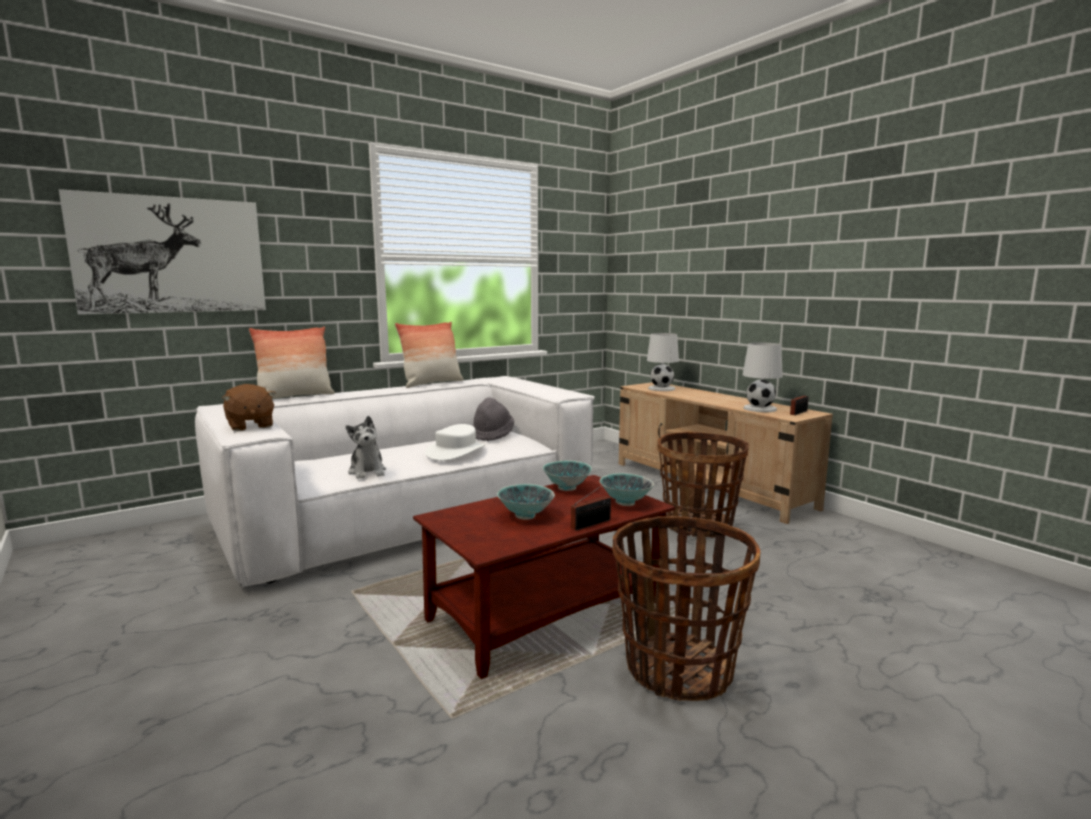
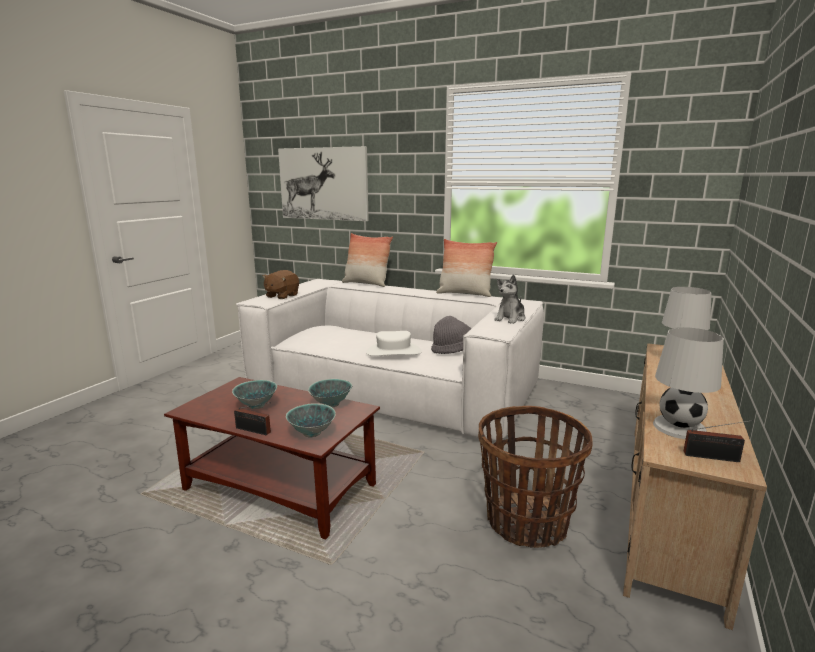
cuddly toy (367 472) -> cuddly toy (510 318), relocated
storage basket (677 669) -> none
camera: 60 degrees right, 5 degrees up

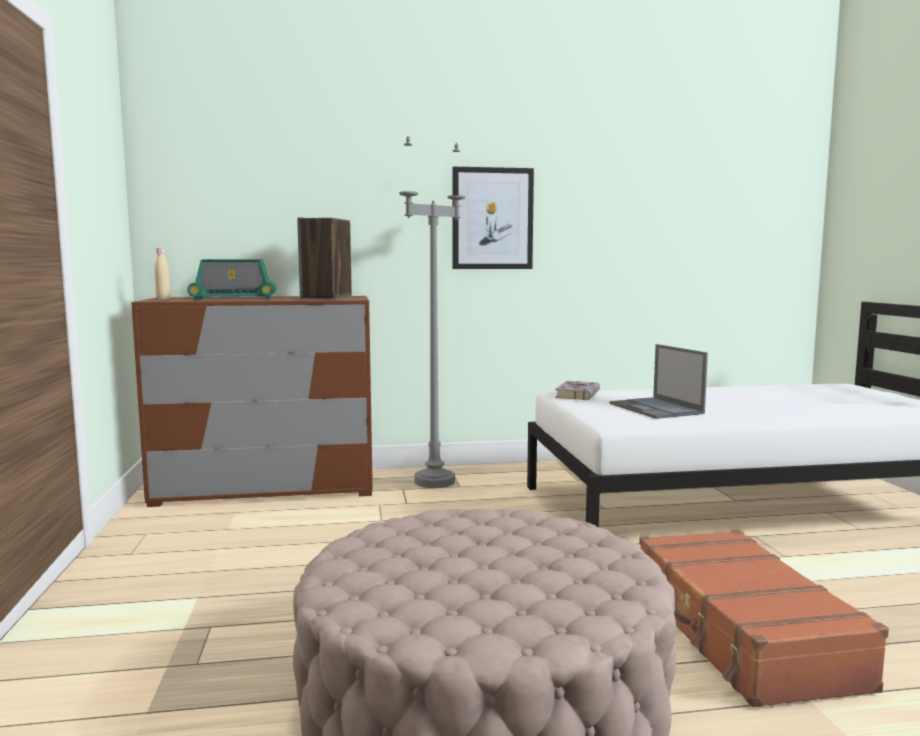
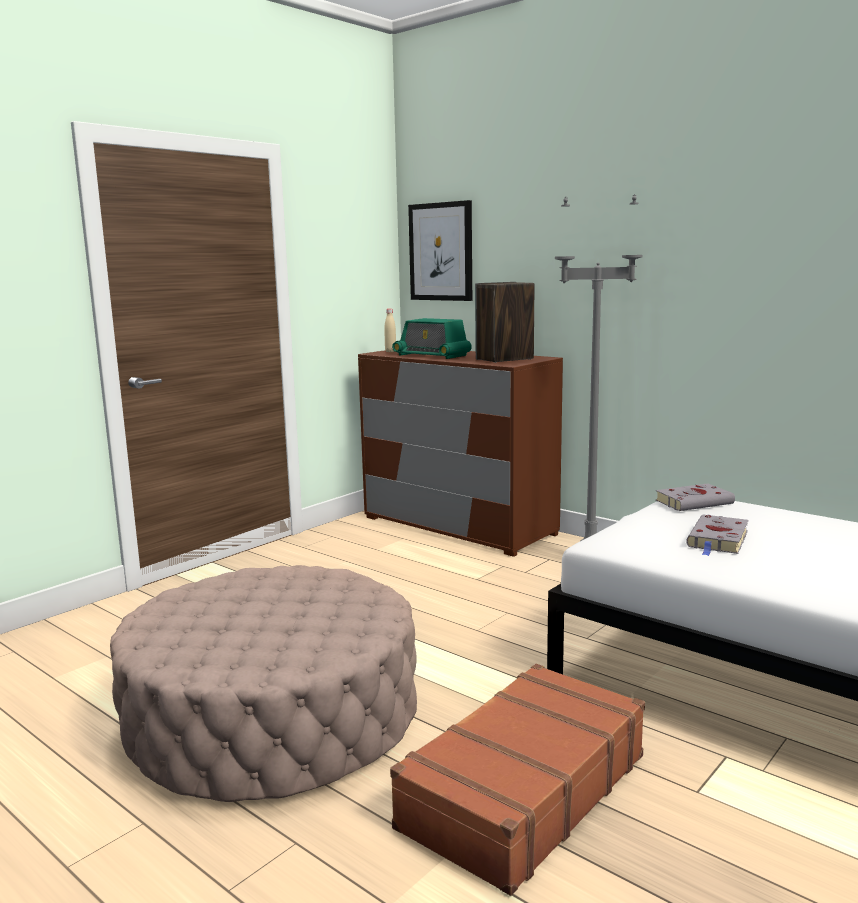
picture (492 219) -> picture (441 252), relocated
laptop (656 409) -> volume in greyish (718 540)
camera: 50 degrees right, 5 degrees up

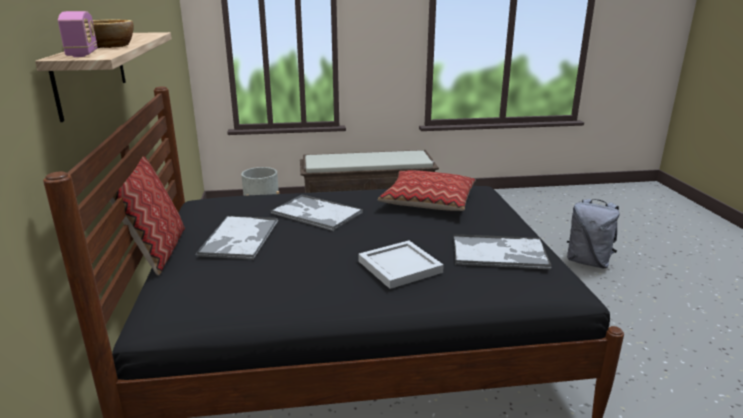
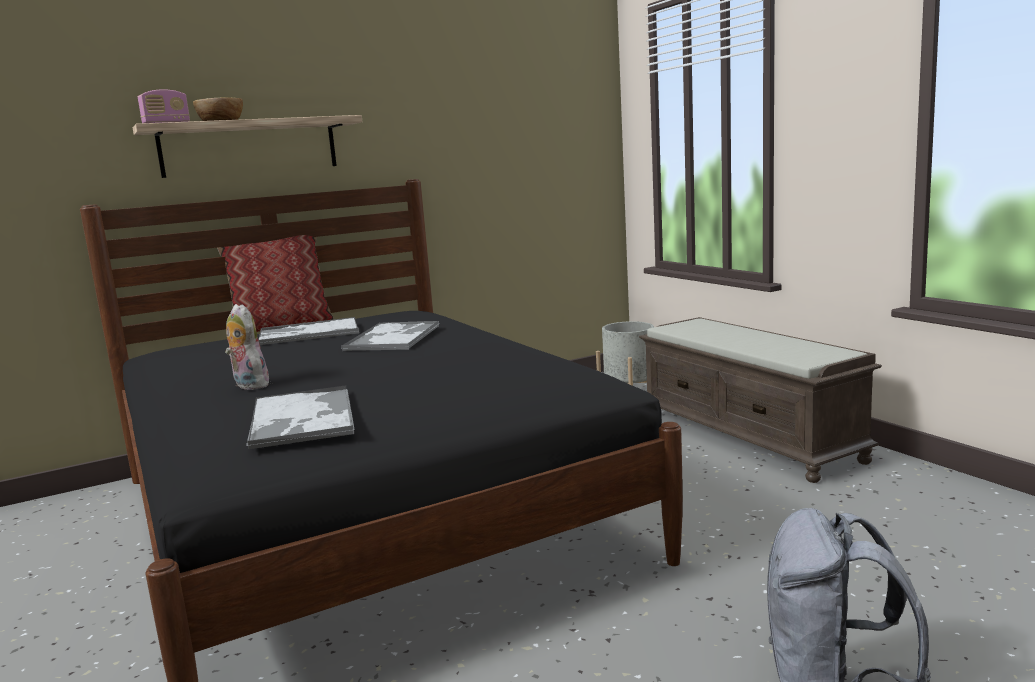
pillow (428 201) -> none
carrying tray in whitish (400 266) -> cuddly toy (248 385)
camera: 70 degrees right, 10 degrees down

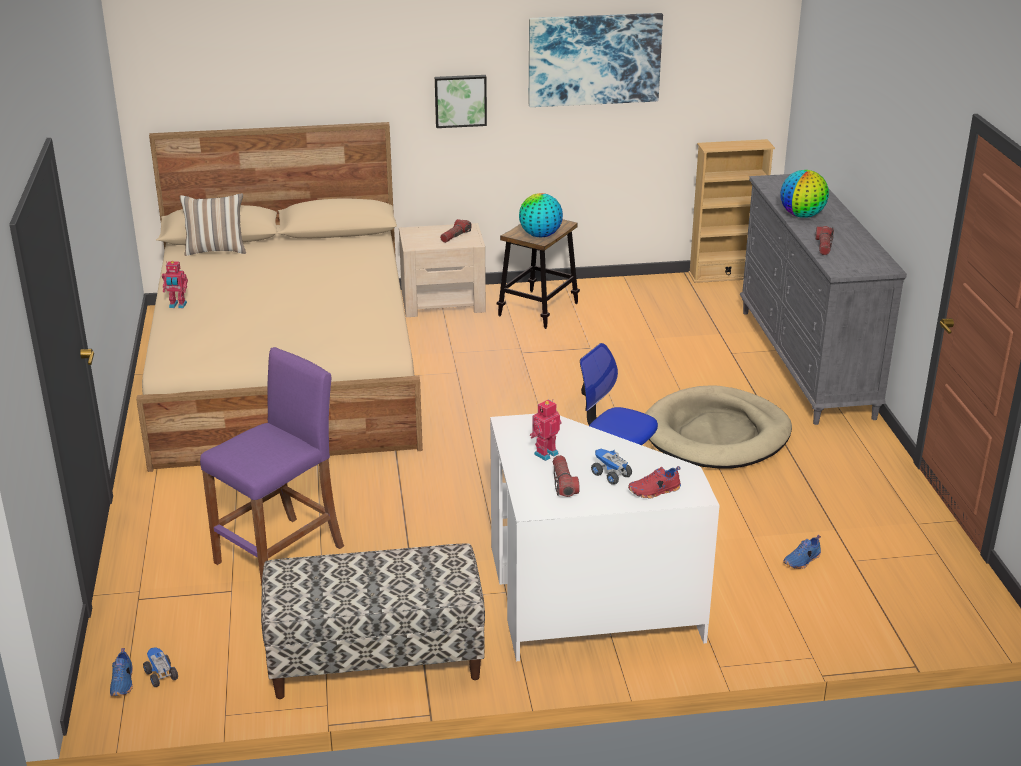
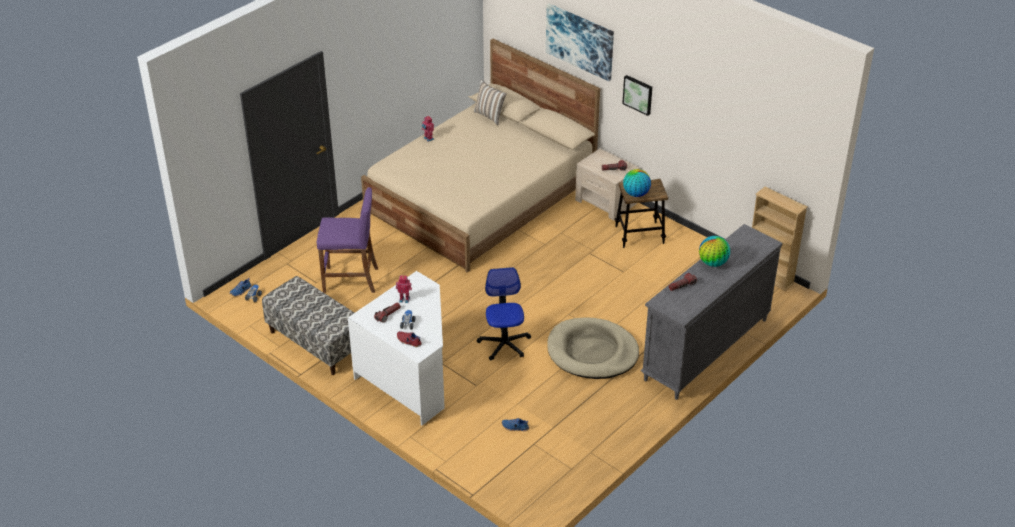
picture (594 59) -> picture (580 41), relocated
camera: 50 degrees right, 10 degrees up

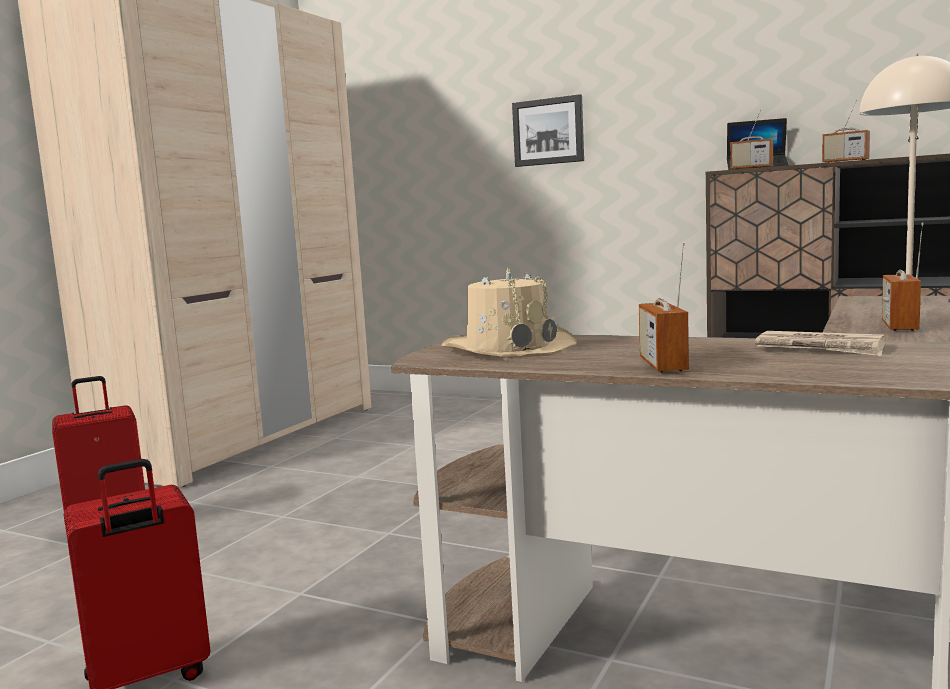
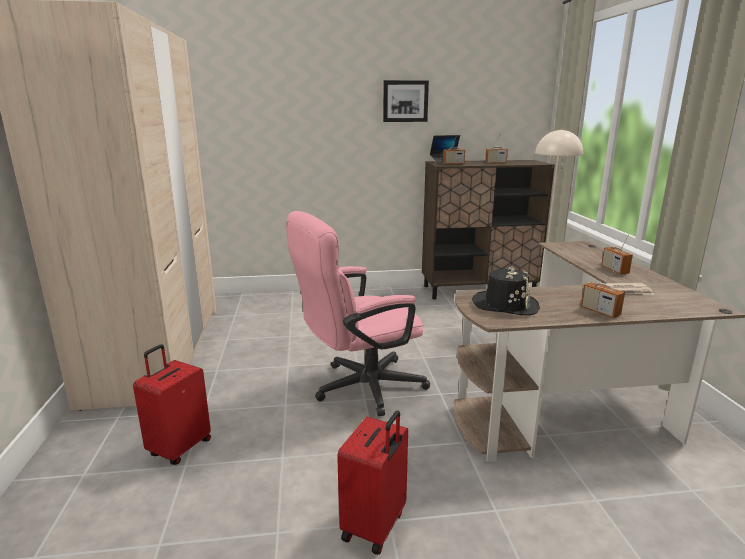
picture (548 131) -> picture (405 101), relocated
hat in beige-coloured (508 348) -> hat in black (505 305)
none -> computer chair in pink-coloured (359 388)
camera: 35 degrees left, 10 degrees up

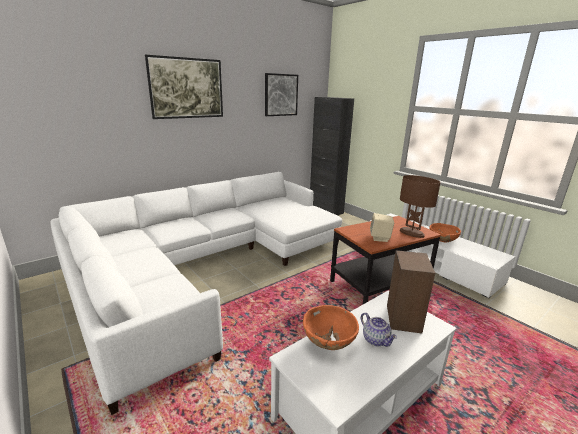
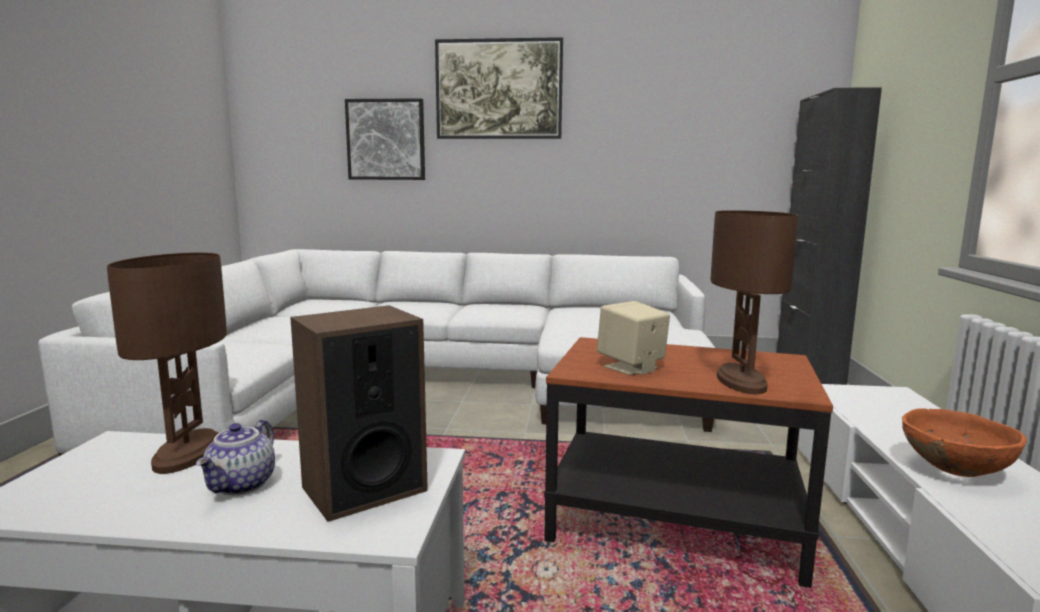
picture (281 95) -> picture (386 140), relocated
bowl in orange (328 343) -> lamp for a table in brown-coloured (187 453)
camera: 45 degrees right, 10 degrees down

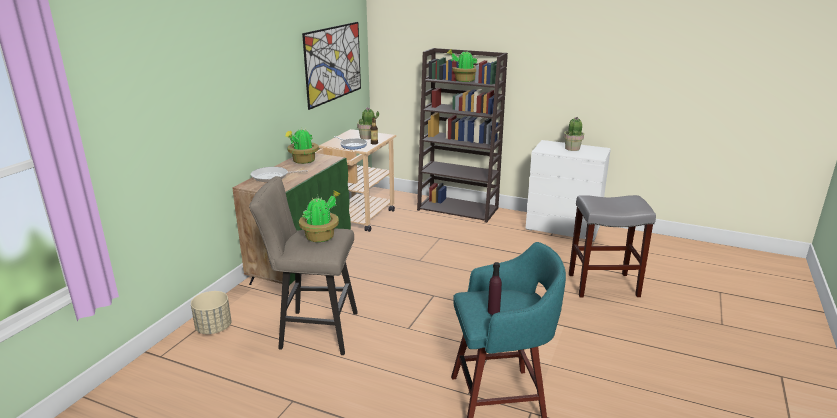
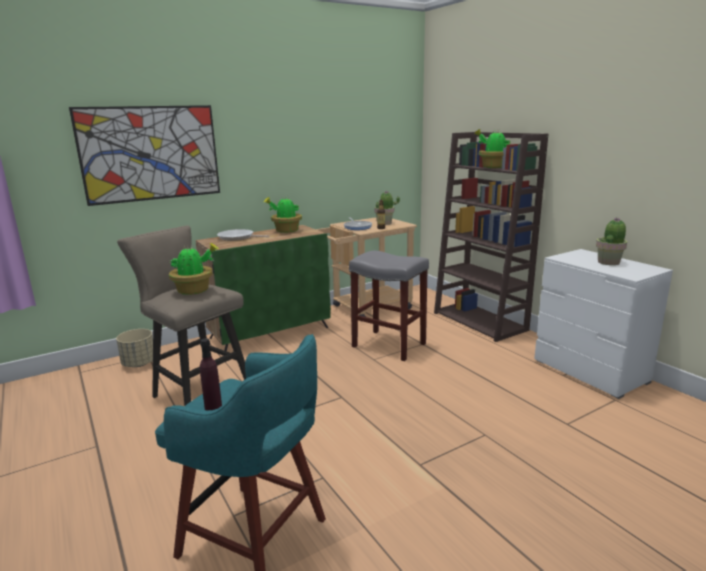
picture (333 63) -> picture (151 153), relocated
stool in greyish (604 285) -> stool in greyish (390 345), relocated
camera: 35 degrees right, 5 degrees down

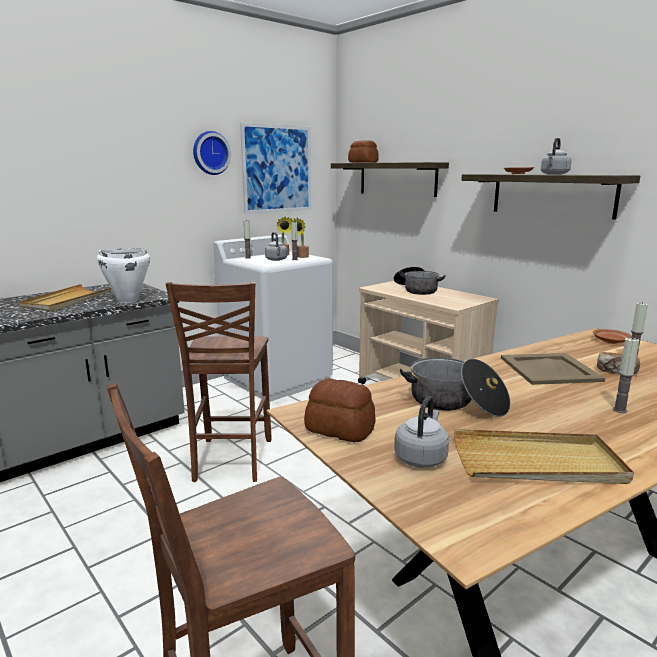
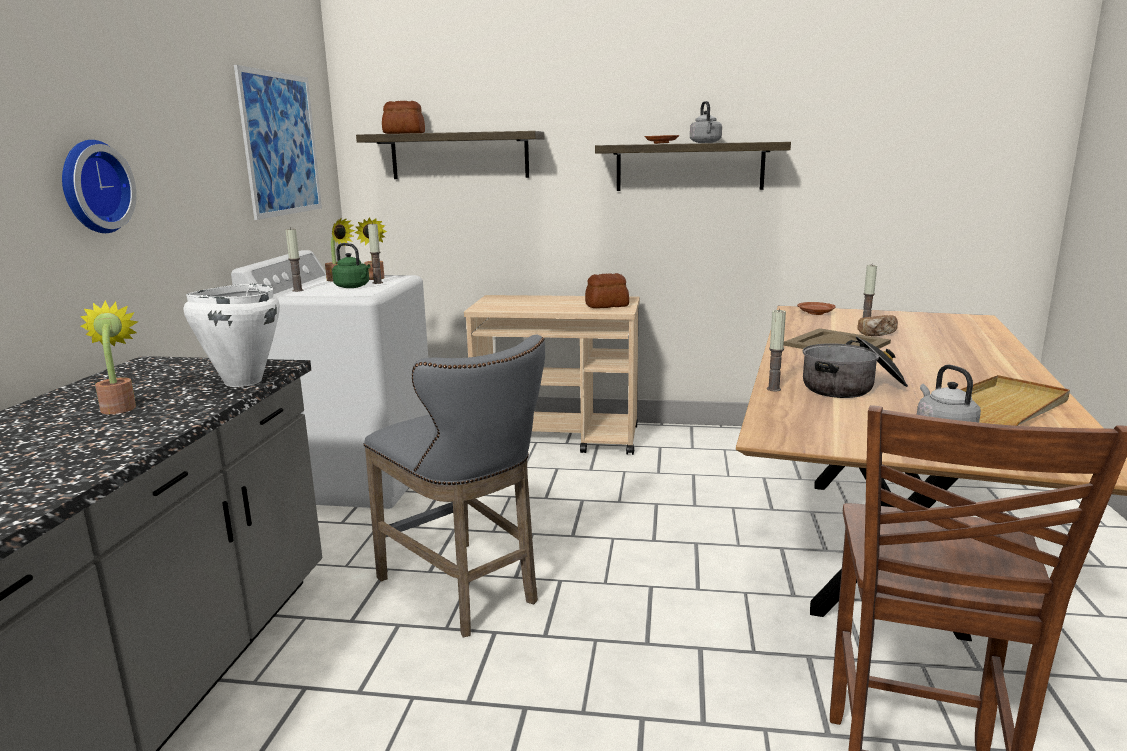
wall clock (210 153) -> wall clock (92 187), relocated
kettle in greyish (276 260) -> kettle in greenish (353 287)
saucepot (416 290) -> none
plain chair in brown-coloured (230 460) -> stool in greyish (464 592)
carrying tray in beige-coloured (67 300) -> plant in a pot (120 406)
candle (619 410) -> candle (773 389), relocated
bakery bread (340 429) -> bakery bread (606 305), relocated
camera: 40 degrees left, 0 degrees up

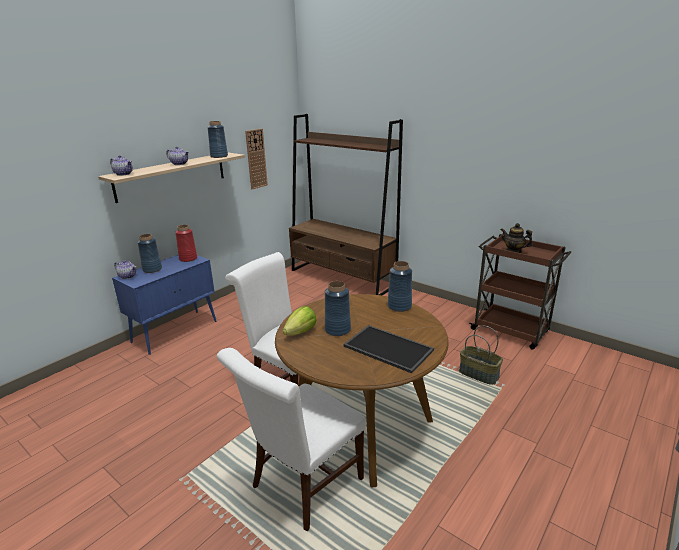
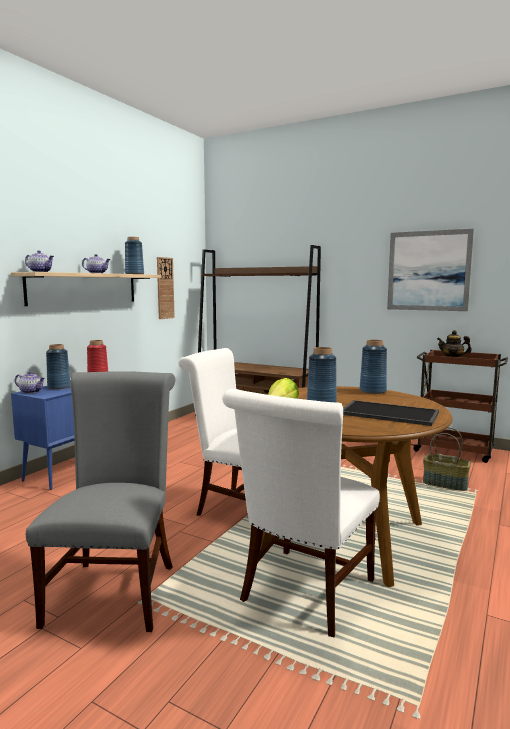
none -> picture (428 271)
none -> plain chair in greyish (115 588)
camera: 10 degrees left, 15 degrees down

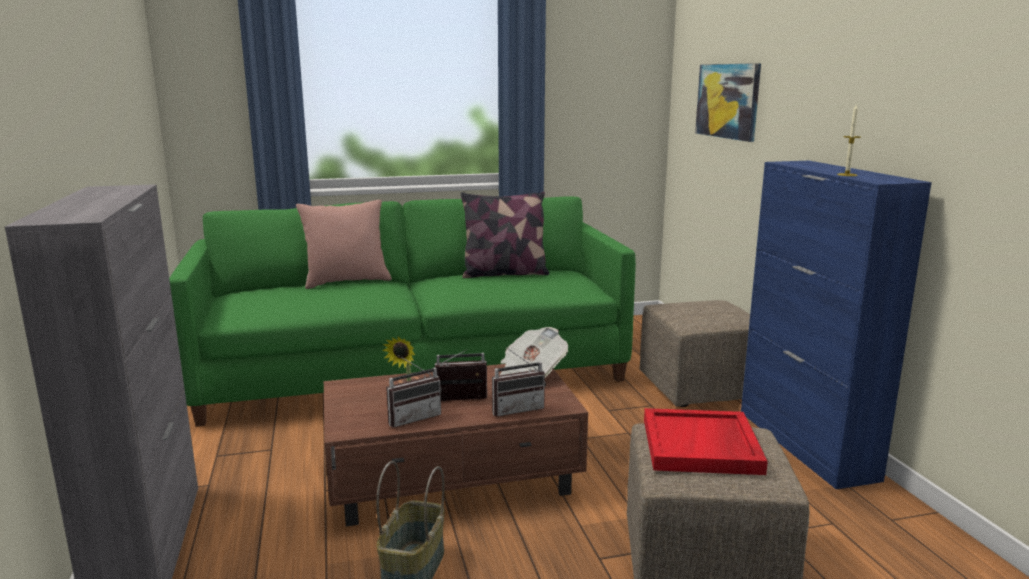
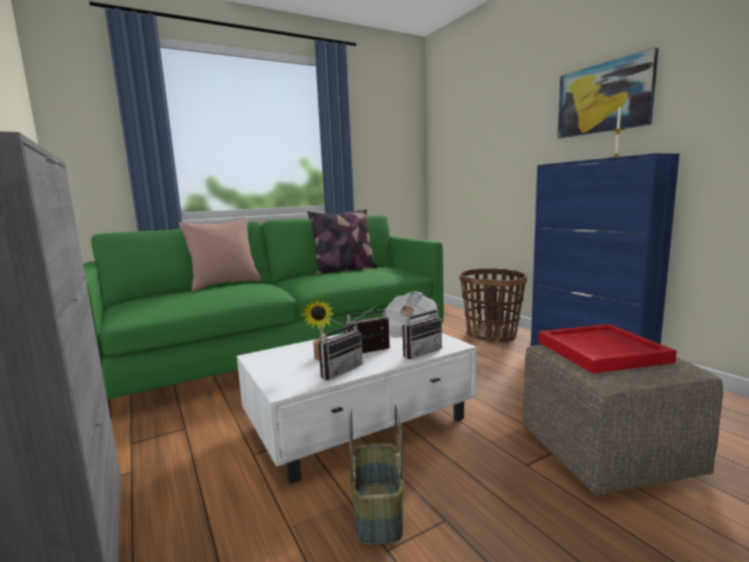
picture (728 101) -> picture (604 98), relocated
ottoman in beige-coloured (699 388) -> storage basket (491 335)
lounge table in brown-coloured (454 476) -> lounge table in whitish (361 421)
camera: 15 degrees left, 5 degrees down

